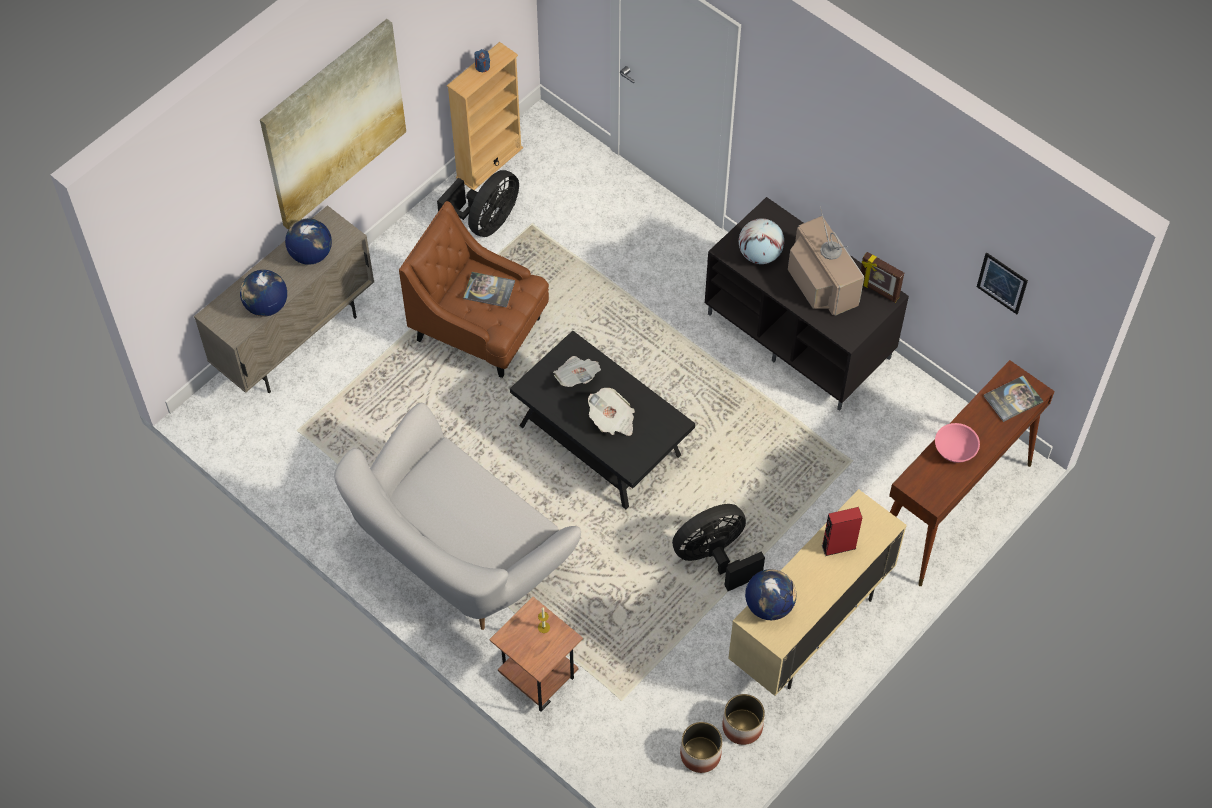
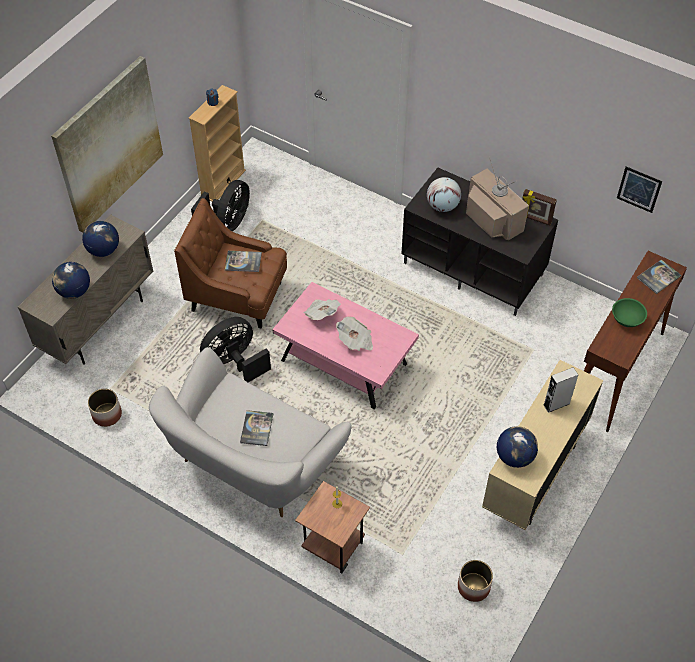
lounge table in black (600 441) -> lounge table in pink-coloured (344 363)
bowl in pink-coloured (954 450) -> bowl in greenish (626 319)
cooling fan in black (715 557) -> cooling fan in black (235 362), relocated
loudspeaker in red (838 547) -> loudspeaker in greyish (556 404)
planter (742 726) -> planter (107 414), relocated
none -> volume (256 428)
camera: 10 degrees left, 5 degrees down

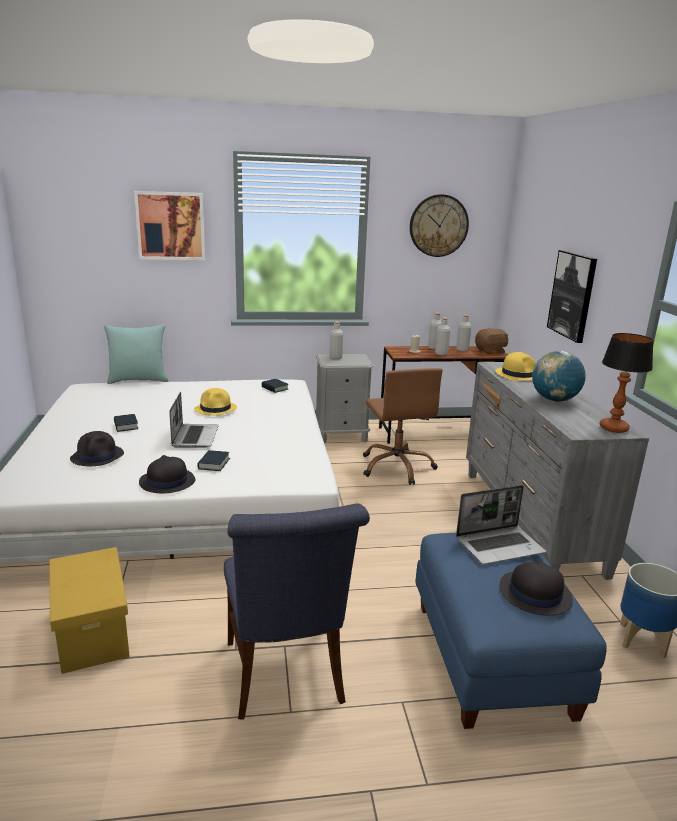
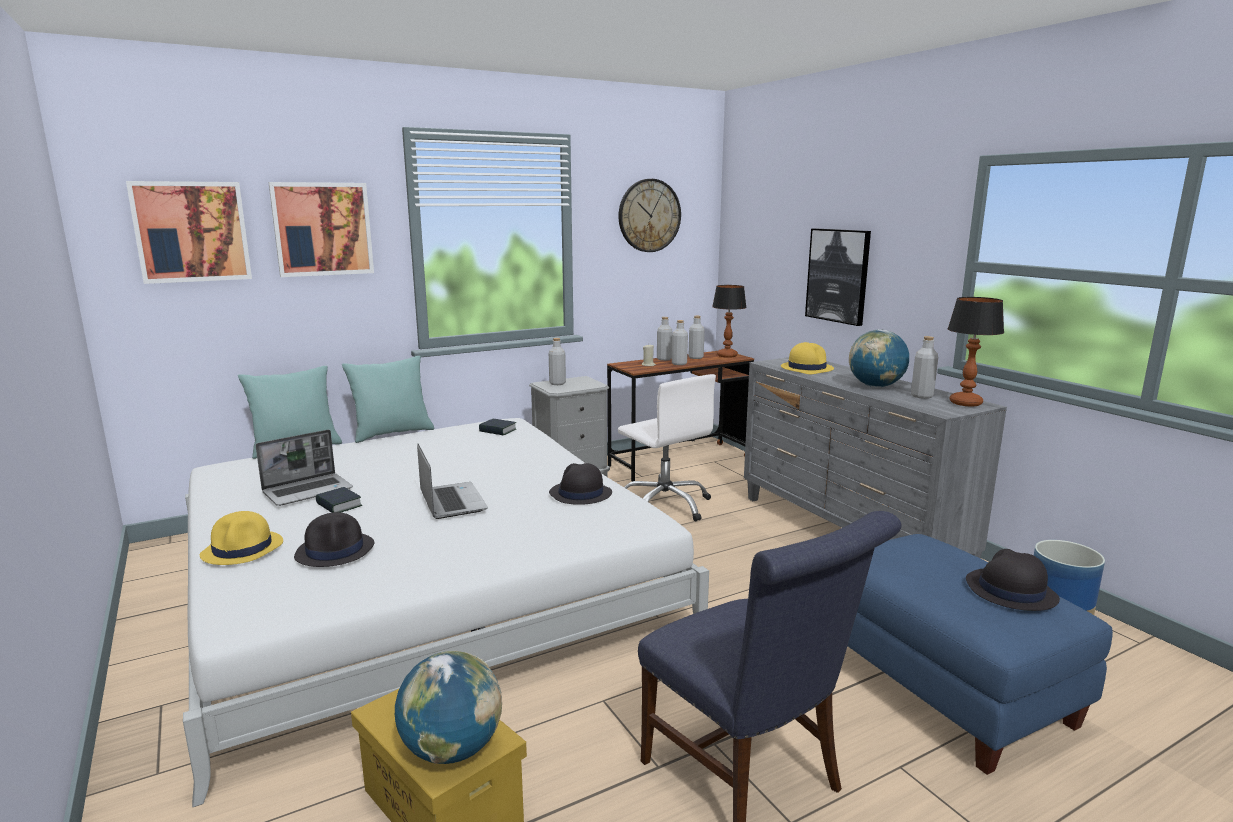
cuddly toy in brown-coloured (490 351) -> lamp for a table (726 355)
computer chair in brown-coloured (397 467) -> computer chair in whitish (665 505)
hat in yellowish (216 409) -> hat in yellowish (243 549), relocated
volume (213 464) -> none
hat in black (167 482) -> hat in black (580 494), relocated
laptop (500 546) -> laptop (308 491), relocated
none -> picture (192 232)
none -> beverage bottle in greyish (922 396)
none -> pillow in turquoise-coloured (392 433)
none -> globe (452 750)
camera: 20 degrees left, 5 degrees down

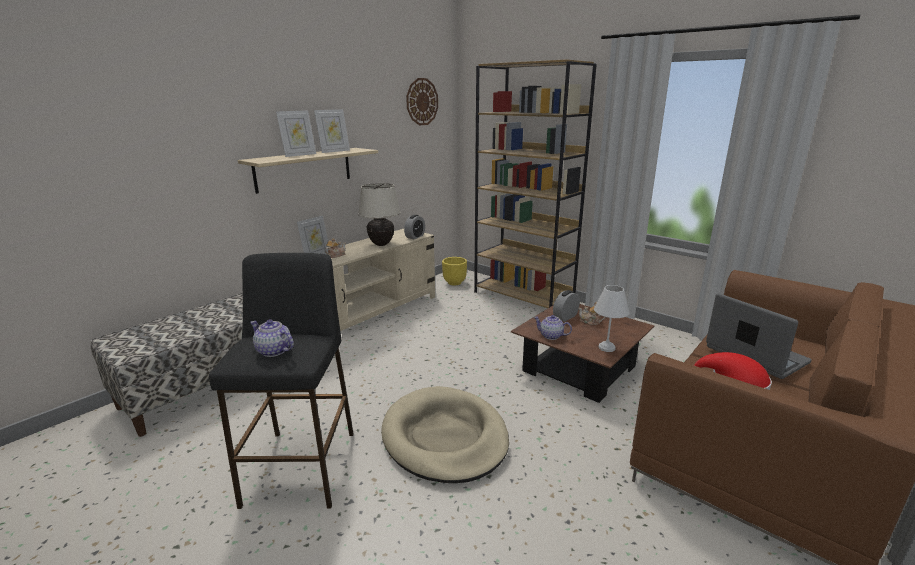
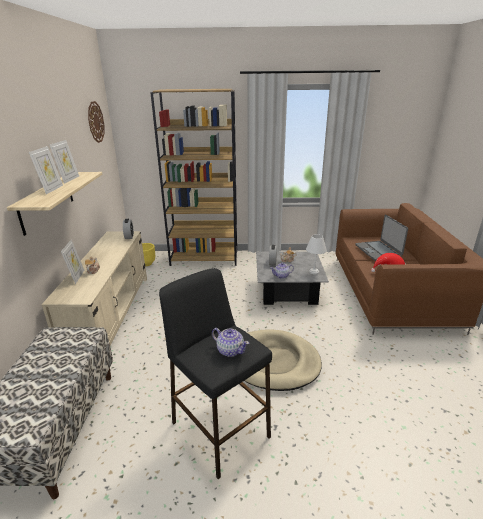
lamp for a table in beige-coloured (381 244) -> none
laptop (755 355) -> laptop (378 251), 120 degrees counterclockwise
lounge table in brown-coloured (579 369) -> lounge table in greyish (288 290)
tea pot (274 351) -> tea pot (230 350), 135 degrees counterclockwise
camera: 40 degrees left, 5 degrees up

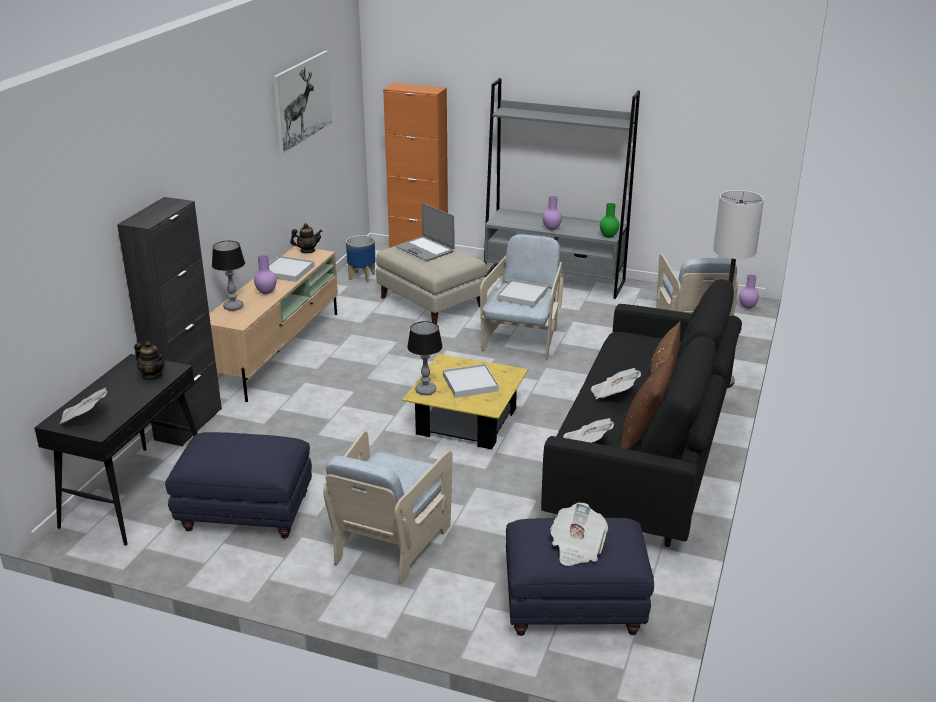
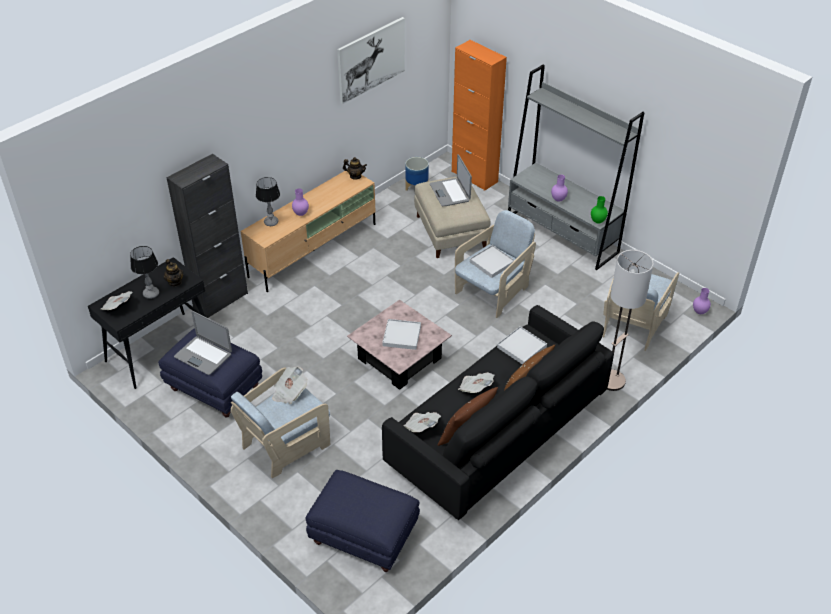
carrying tray in whitish (287 271) -> carrying tray in whitish (521 347), relocated
lamp for a table (426 390) -> lamp for a table (151 294), relocated
lounge table in yellowish (466 421) -> lounge table in pink-coloured (399 358)
newspaper (576 548) -> newspaper (289 392), relocated
none -> laptop (203 355)
camera: 25 degrees right, 15 degrees up

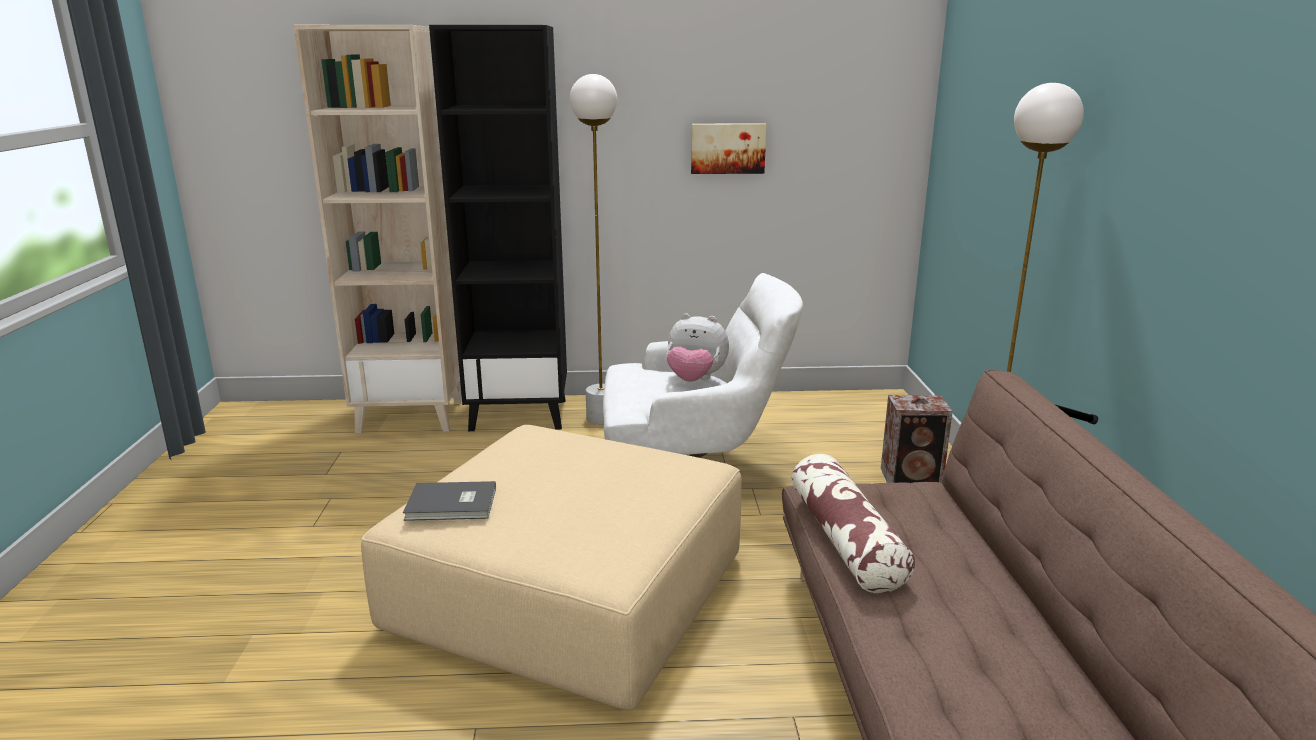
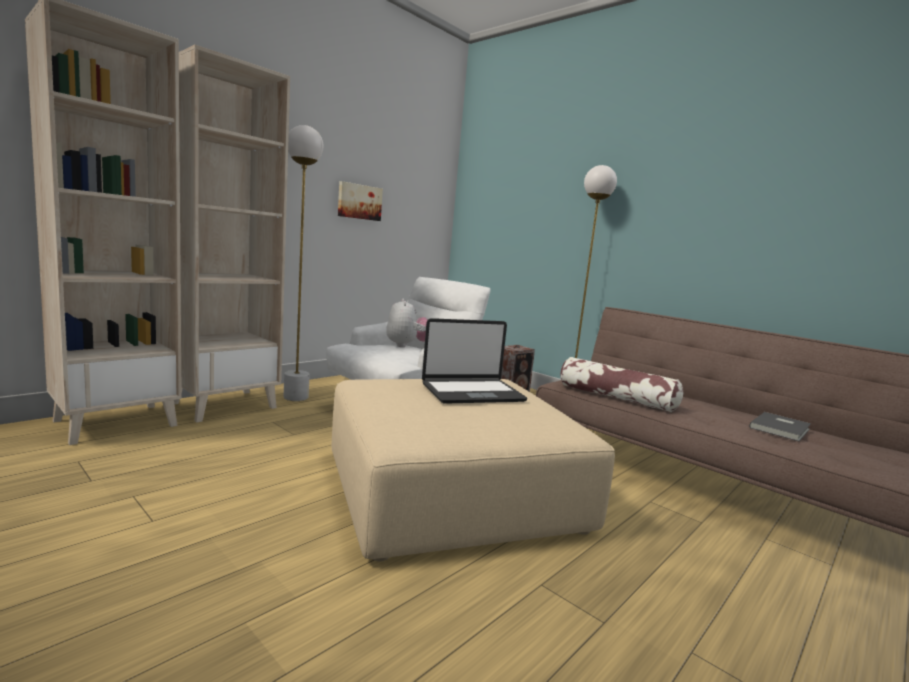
shelving unit in black (519 414) -> shelving unit in beige-coloured (225 405)
cuddly toy (695 380) -> cuddly toy (407 345), 75 degrees counterclockwise
volume in greyish (452 505) -> volume in greyish (781 428), relocated
none -> laptop (472 392)
camera: 45 degrees left, 10 degrees down

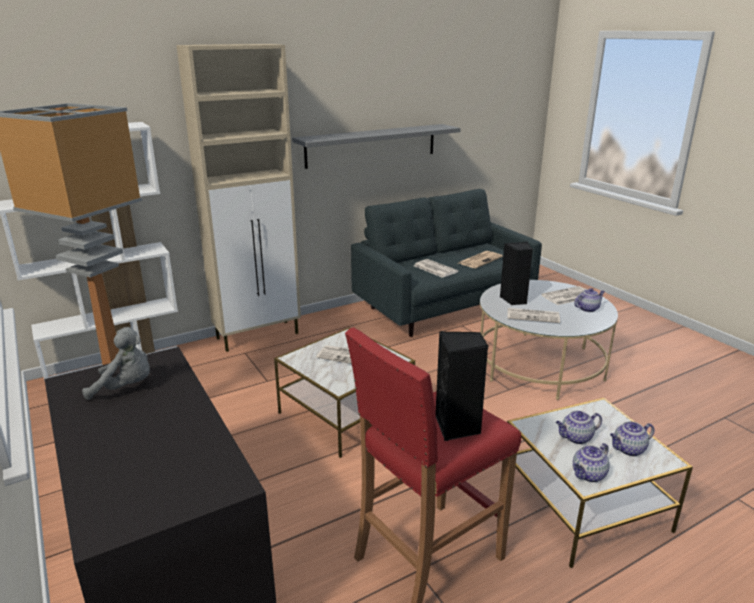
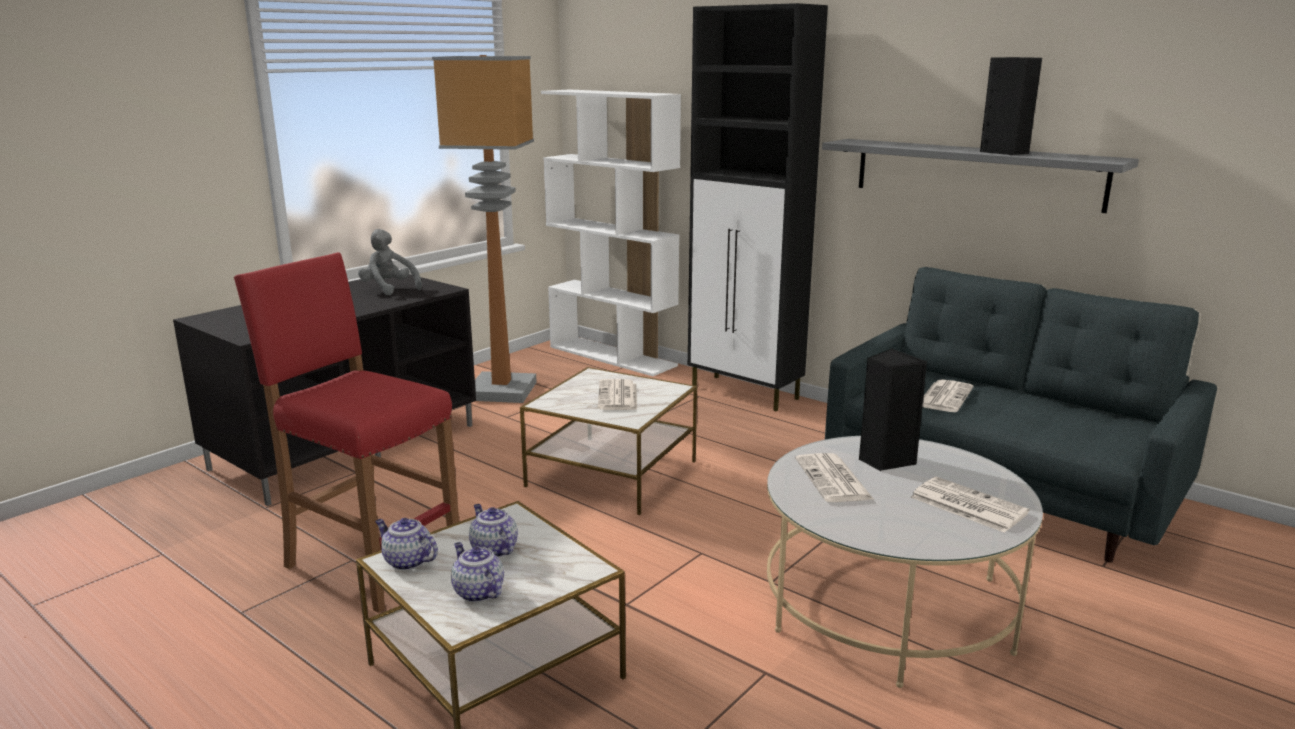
cupboard in beige-coloured (259 335) -> cupboard in black (745 393)
newspaper (480 260) -> none
tea pot (588 308) -> none
cuddly toy in greyish (126 387) -> cuddly toy in greyish (389 289), 150 degrees clockwise
loudspeaker in black (458 427) -> loudspeaker in black (1005 152), relocated
camera: 70 degrees right, 5 degrees down

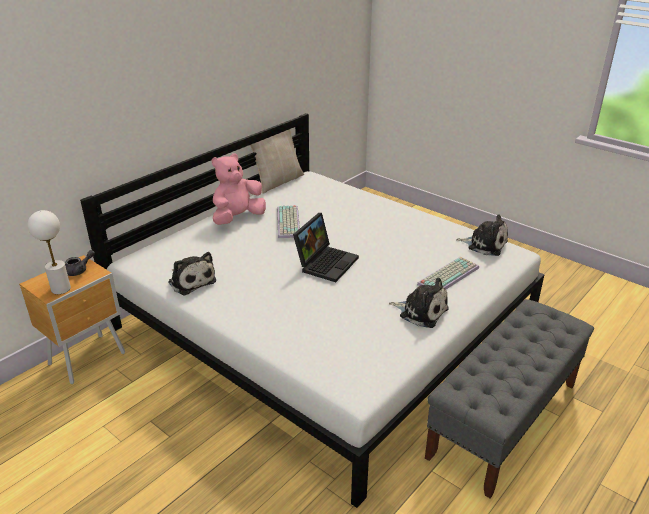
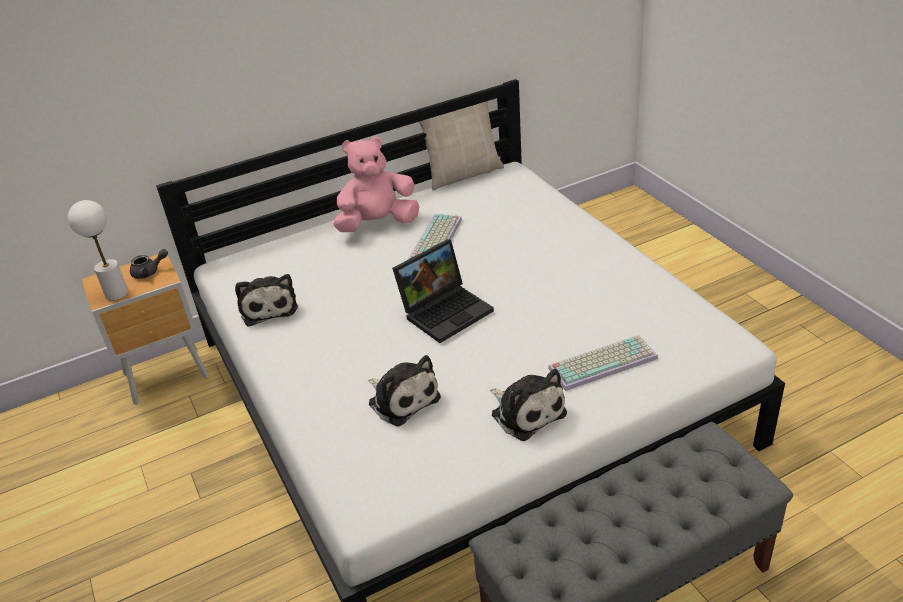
cuddly toy (484 244) -> cuddly toy (402 399), relocated
camera: 25 degrees right, 5 degrees up

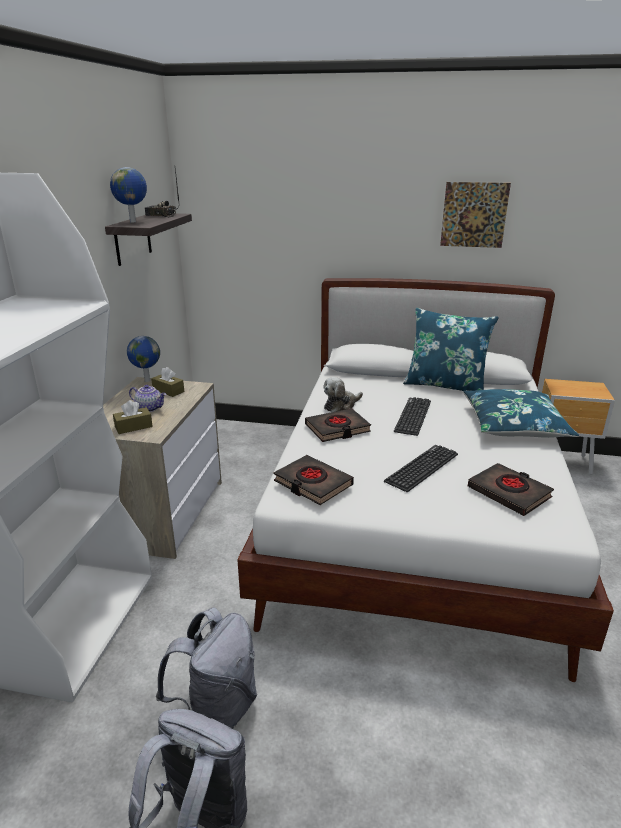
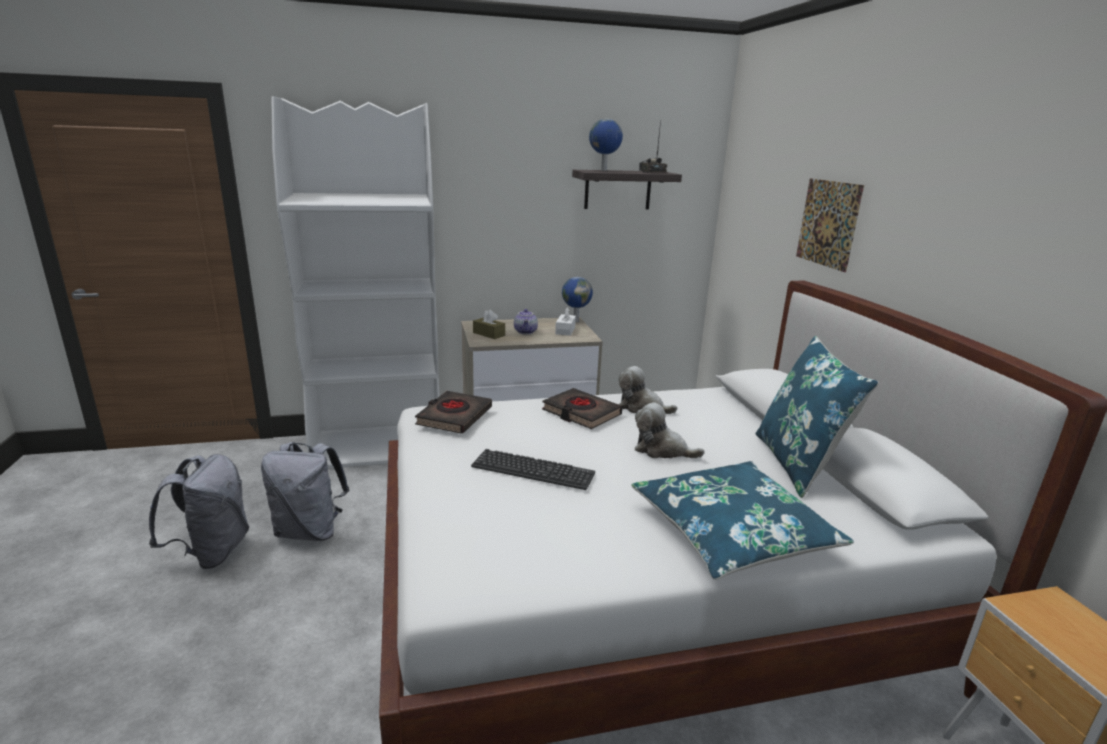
picture (474 215) -> picture (828 223), relocated
tissue holder in brown-coloured (168 391) -> tissue holder in whitish (565 330)
computer keyboard (413 416) -> cuddly toy (662 450)
volume in black (509 493) -> none
camera: 65 degrees right, 5 degrees down

